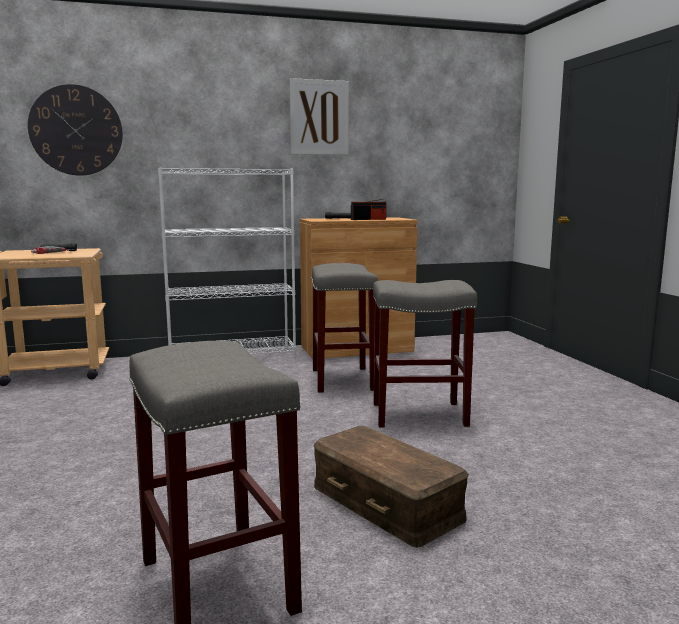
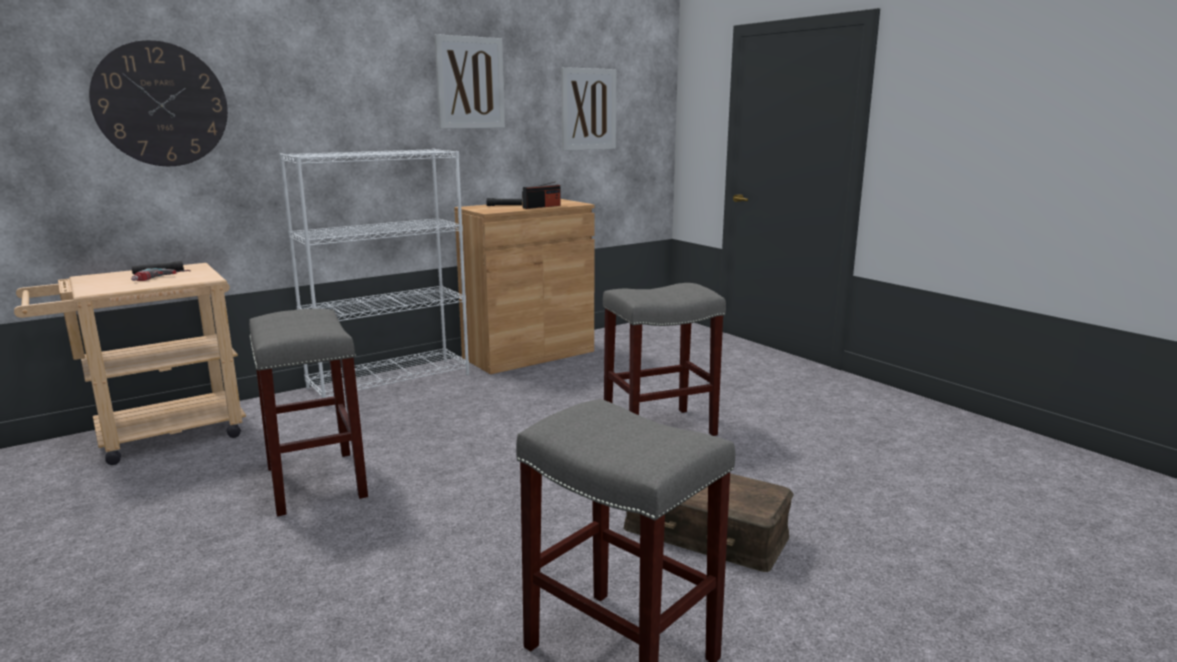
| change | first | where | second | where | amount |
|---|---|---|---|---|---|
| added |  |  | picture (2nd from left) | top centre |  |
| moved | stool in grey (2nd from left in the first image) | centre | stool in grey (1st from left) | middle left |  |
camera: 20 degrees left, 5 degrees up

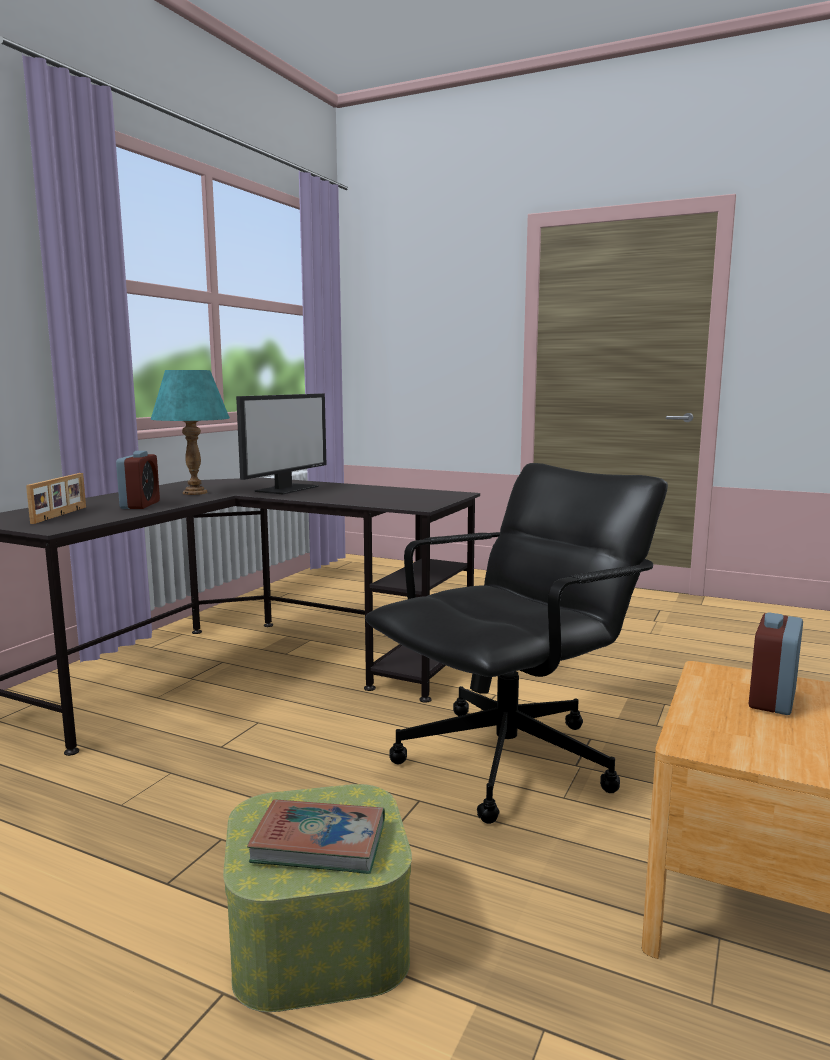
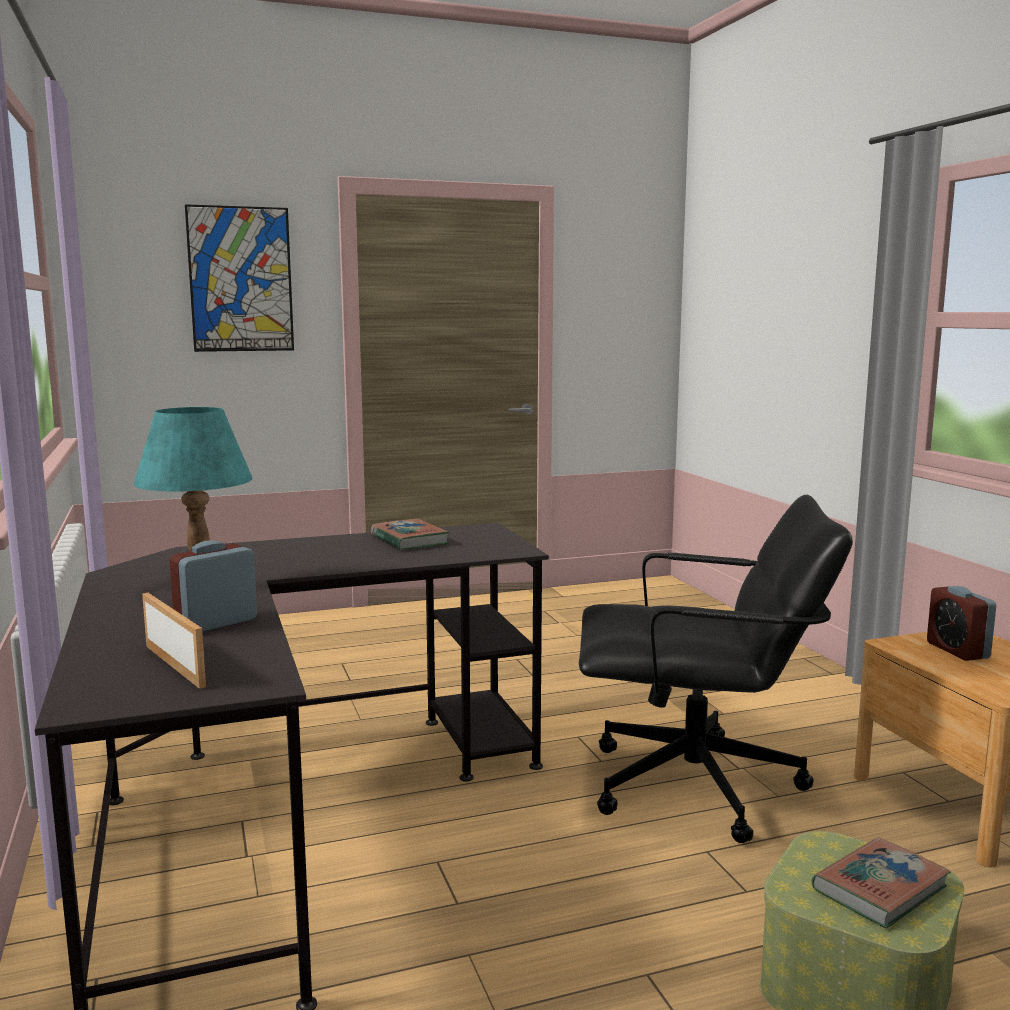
| change | first | where | second | where | amount |
|---|---|---|---|---|---|
| removed | monitor | centre |  |  |  |
| added |  |  | picture | top left |  |
| added |  |  | book (1st from left) | centre |  |
| turned | alarm clock (1st from left) | middle left |  | middle left | 90 degrees counterclockwise |
| turned | office chair in black | centre |  | middle right | 90 degrees clockwise |
camera: 45 degrees left, 0 degrees up

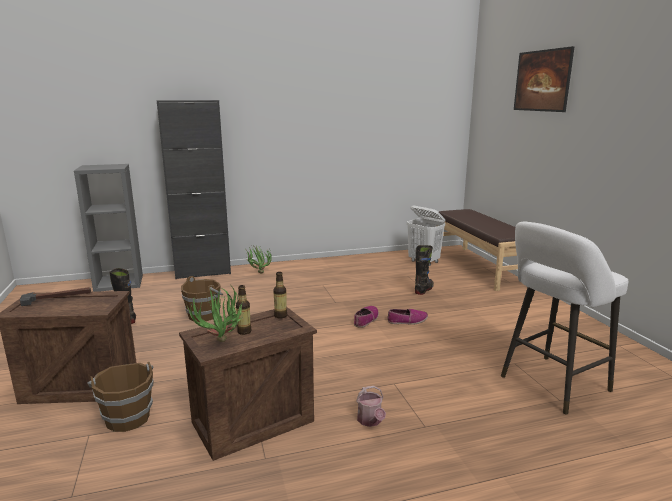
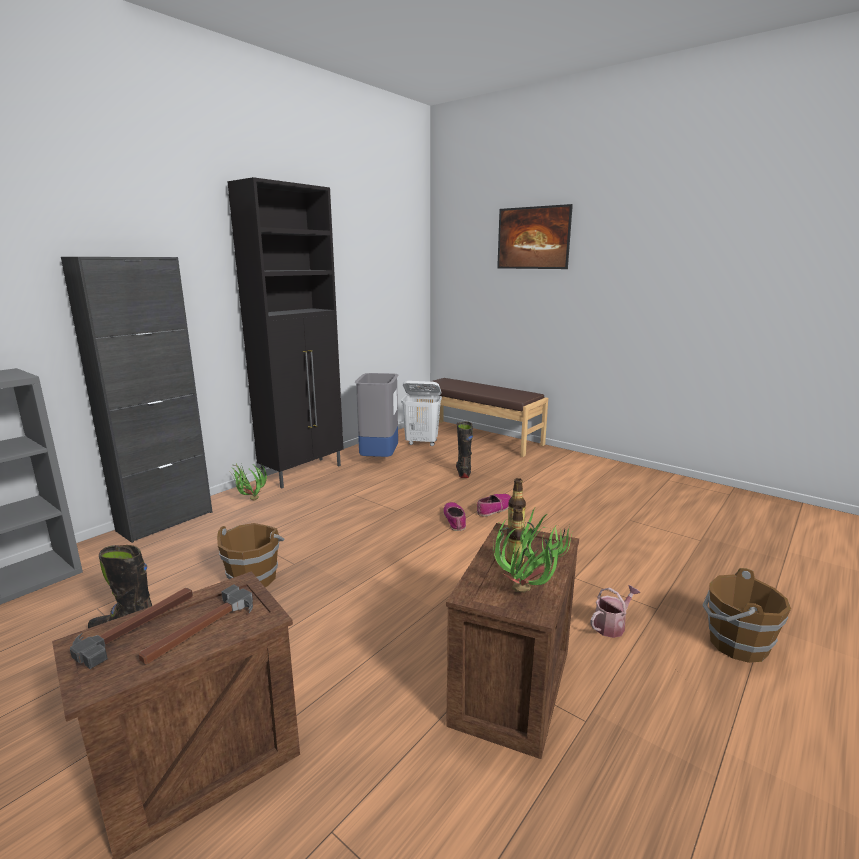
| change | first | where | second | where | amount |
|---|---|---|---|---|---|
| removed | stool in white | middle right |  |  |  |
| added |  |  | hammer (2nd from left) | bottom left |  |
| added |  |  | cabinet in black (2nd from left) | middle left |  |
| added |  |  | trash can in grey | centre |  |
| moved | bucket in brown (1st from left in the first image) | bottom left | bucket in brown (2nd from left) | bottom right |  |
| turned | watering can | bottom centre |  | bottom right | 75 degrees counterclockwise |
camera: 35 degrees left, 0 degrees up

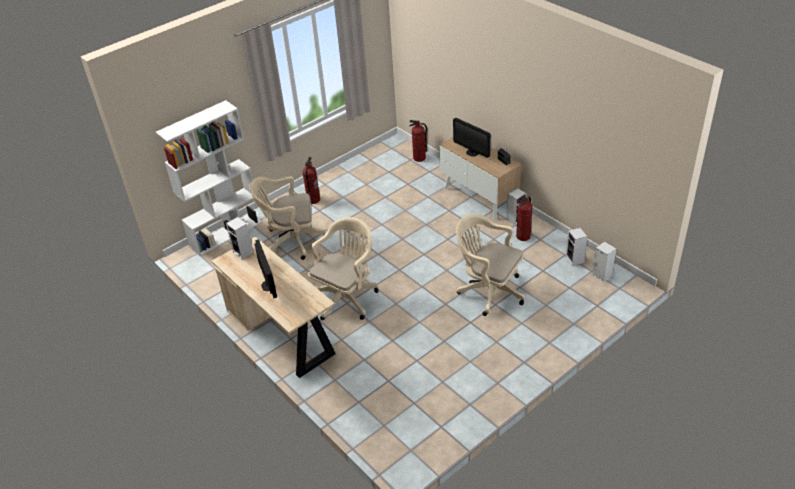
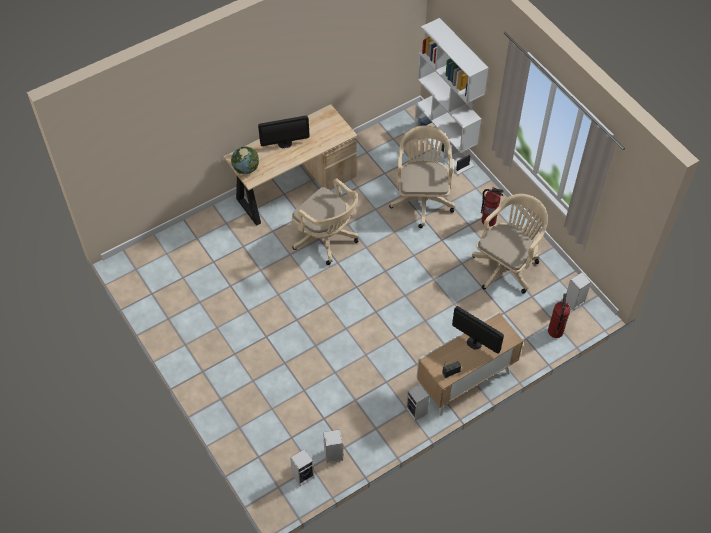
| change | first | where | second | where | amount |
|---|---|---|---|---|---|
| removed | fire extinguisher (3rd from left) | centre |  |  |  |
| added |  |  | globe | top centre |  |
| moved | speaker (1st from left in the first image) | middle left | speaker (4th from left) | middle right |  |
| moved | office chair in beige (3rd from left) | centre |  | middle right |  |
| turned | monitor (2nd from left) | top centre |  | middle right | 75 degrees clockwise |
camera: 95 degrees right, 15 degrees up

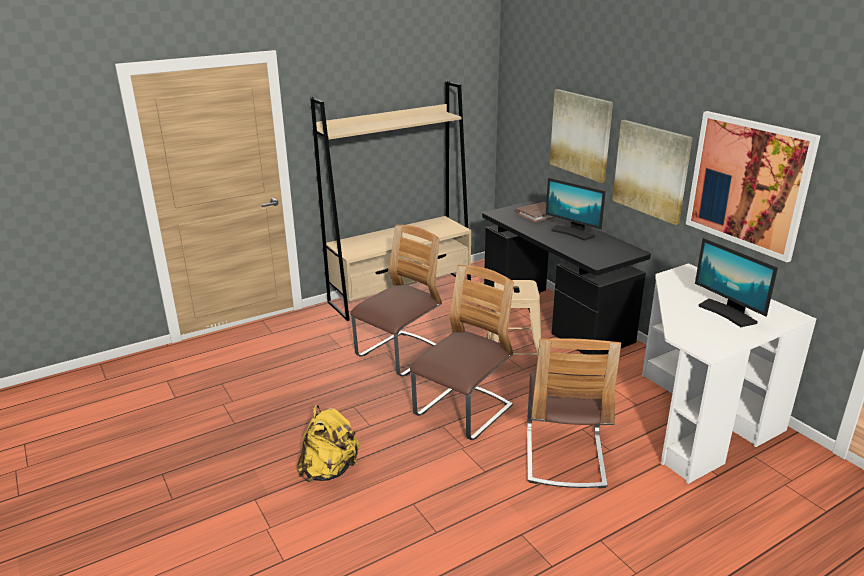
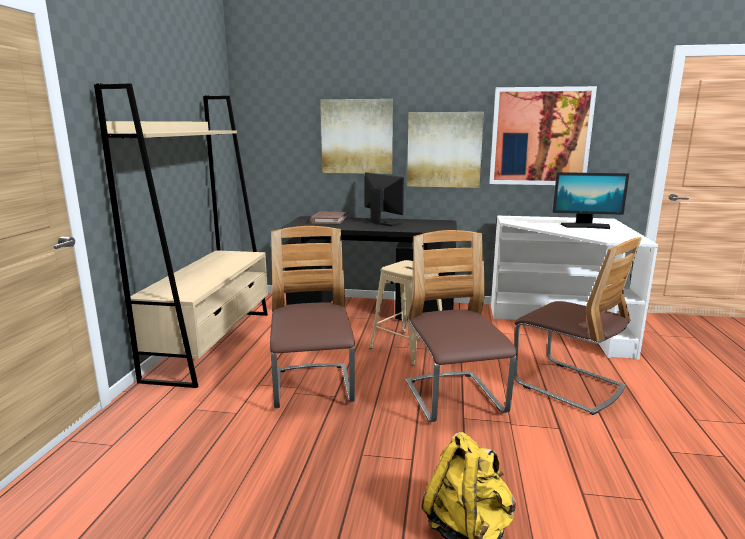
| change | first | where | second | where | amount |
|---|---|---|---|---|---|
| turned | monitor (1st from left) | middle right |  | centre | 120 degrees counterclockwise |
camera: 50 degrees left, 10 degrees down

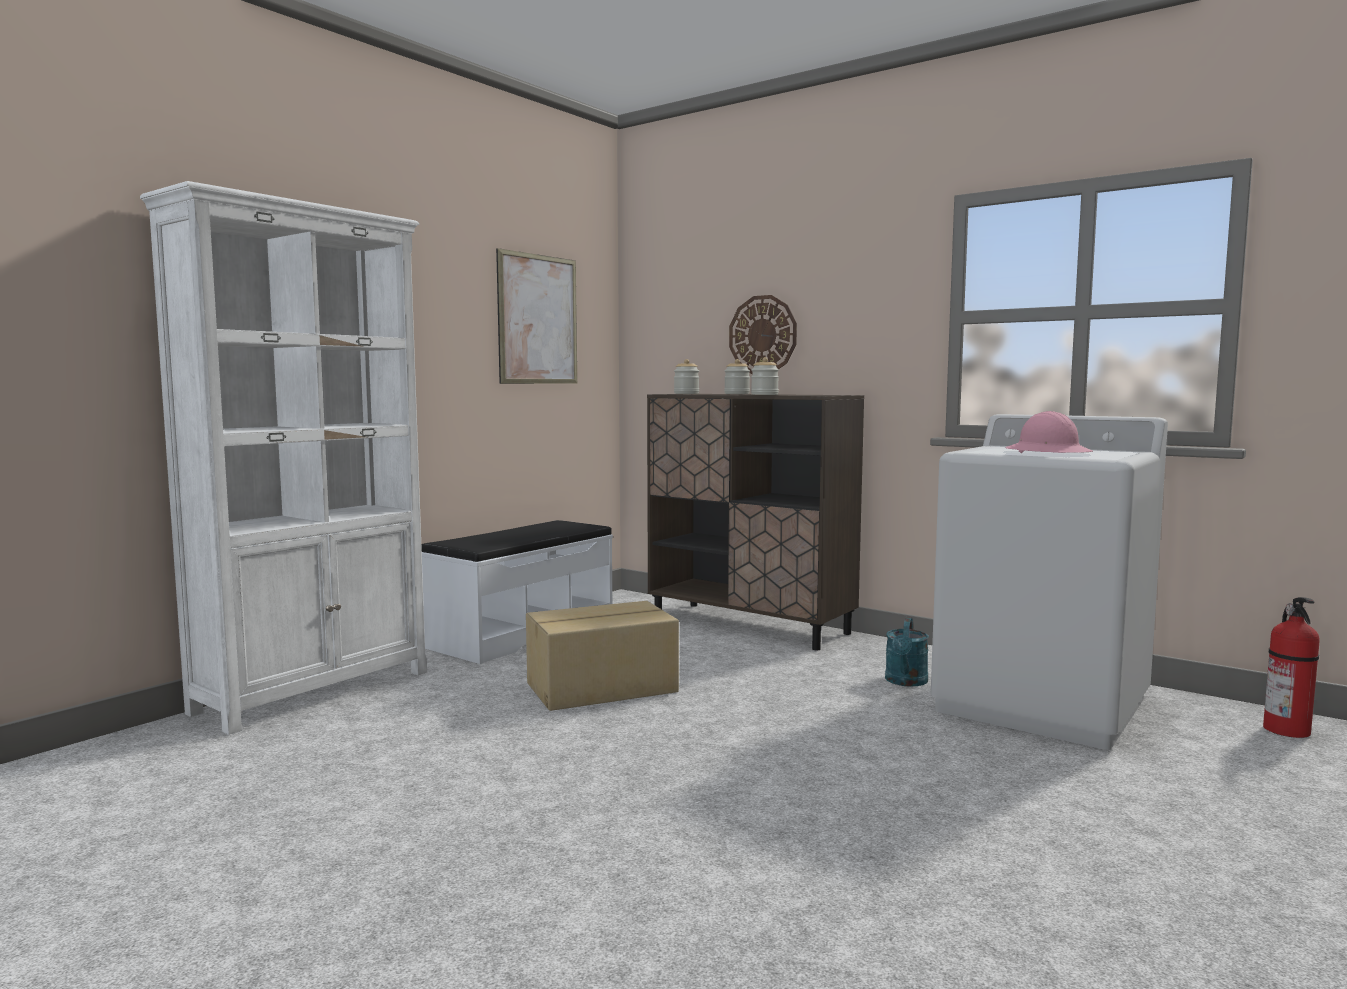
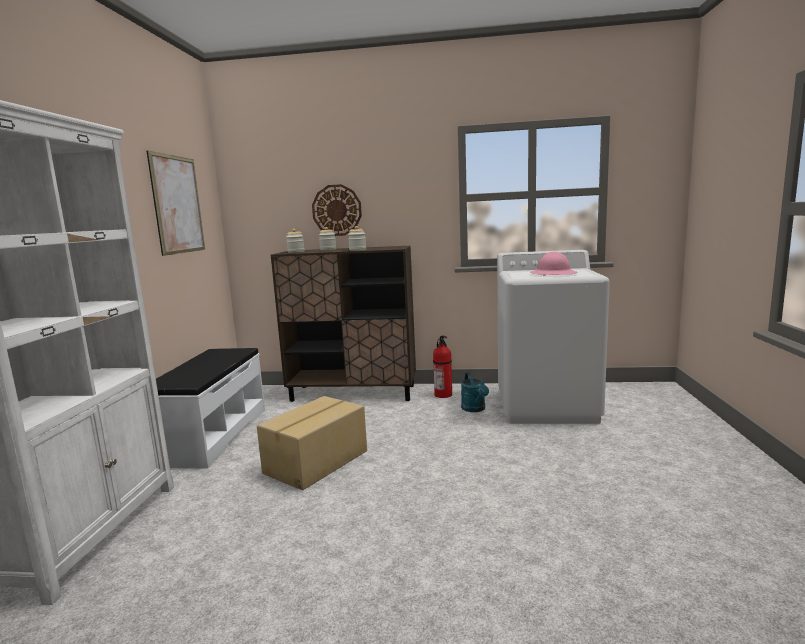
| change | first | where | second | where | amount |
|---|---|---|---|---|---|
| moved | fire extinguisher | bottom right |  | centre |  |
camera: 30 degrees left, 5 degrees up

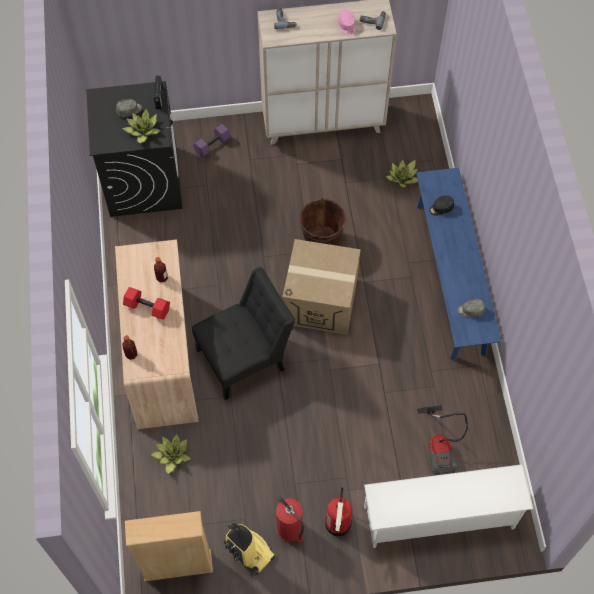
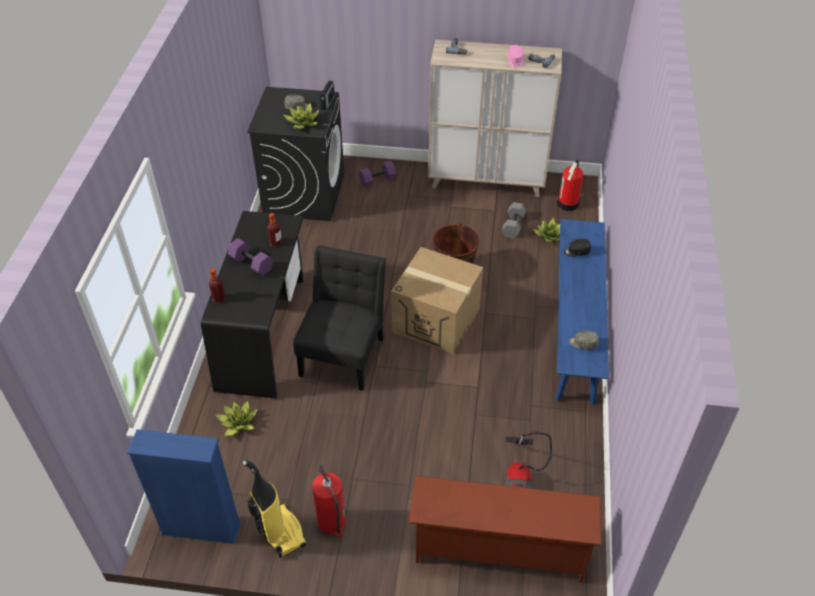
| change | first | where | second | where | amount |
|---|---|---|---|---|---|
| added |  |  | dumbbell in grey | centre |  |
| moved | fire extinguisher (2nd from left) | bottom centre |  | top right |  |
| recoloured | desk in beige | middle left | desk in black | middle left |  |
| recoloured | dumbbell in red | middle left | dumbbell in purple (1st from left) | middle left |  |
| recoloured | bookcase in beige | bottom left | bookcase in blue | bottom left |  |
| recoloured | shoe rack in white | bottom right | shoe rack in brown | bottom centre |  |
| turned | chair in black | centre |  | centre | 60 degrees counterclockwise |
camera: 15 degrees right, 15 degrees down

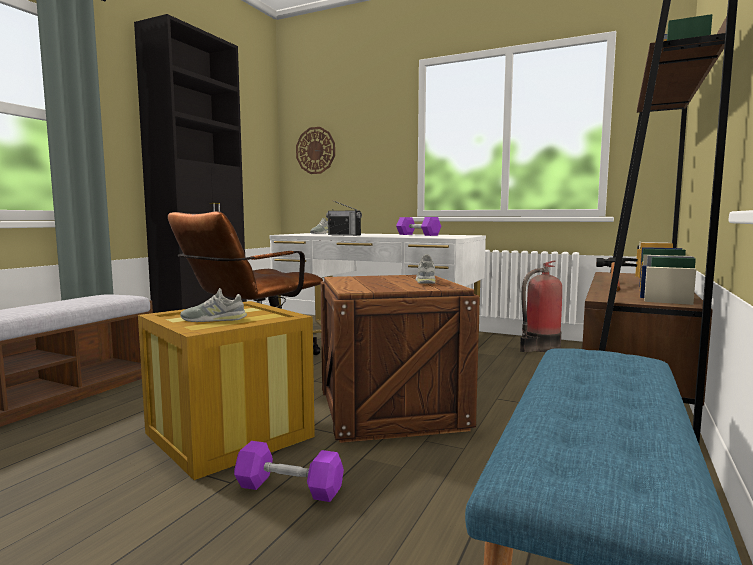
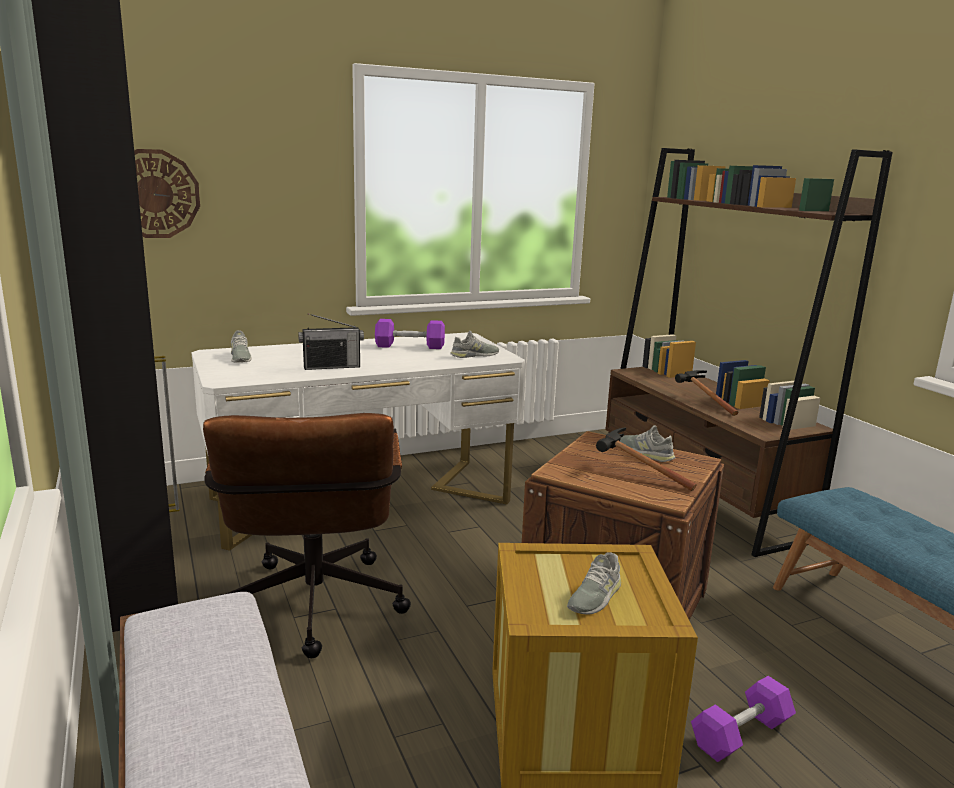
| change | first | where | second | where | amount |
|---|---|---|---|---|---|
| removed | fire extinguisher | middle right |  |  |  |
| added |  |  | shoe in grey (2nd from left) | centre |  |
| added |  |  | hammer (1st from left) | middle right |  |
camera: 50 degrees left, 10 degrees up

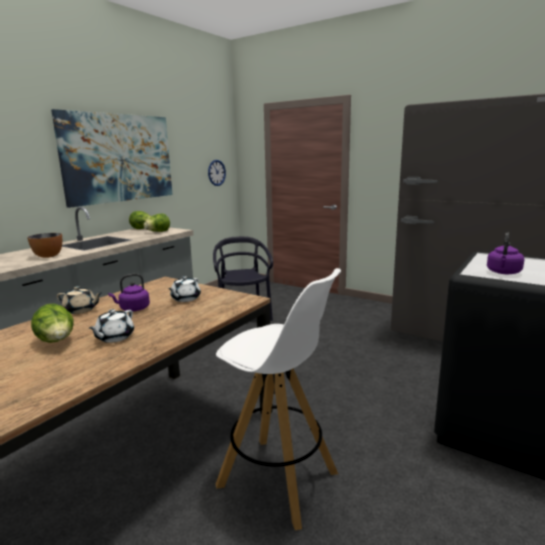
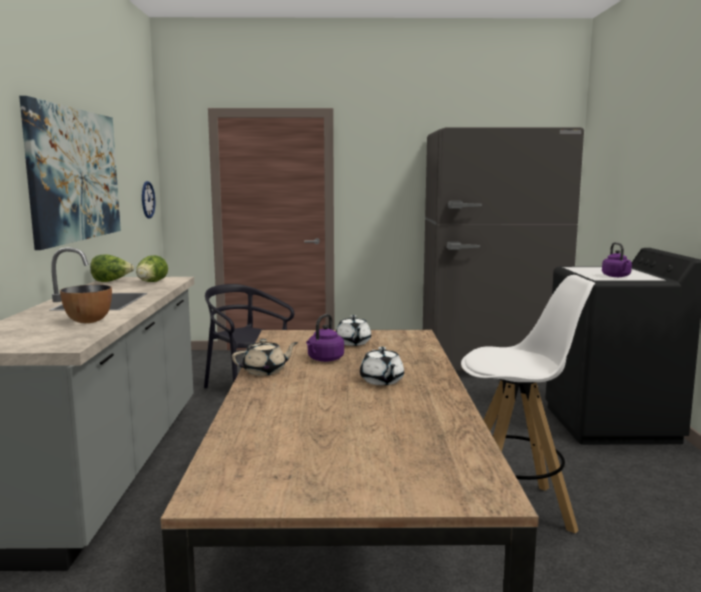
| change | first | where | second | where | amount |
|---|---|---|---|---|---|
| removed | lettuce (1st from left) | middle left |  |  |  |
camera: 35 degrees left, 5 degrees down

